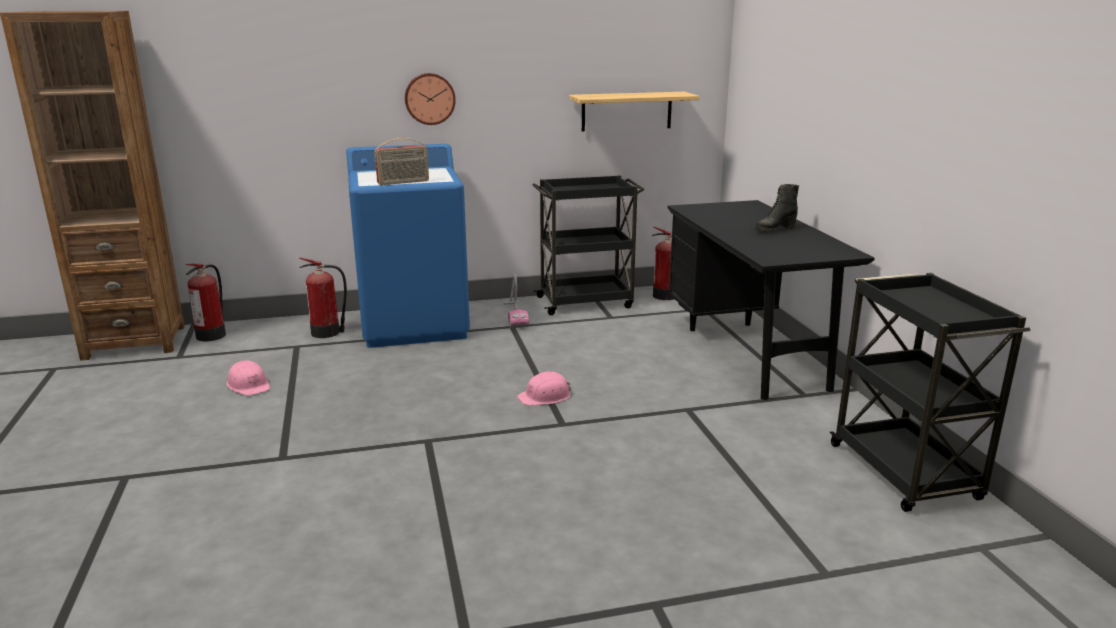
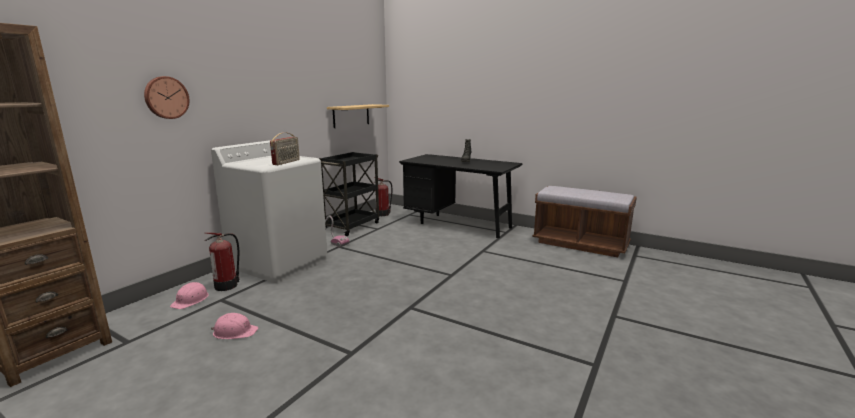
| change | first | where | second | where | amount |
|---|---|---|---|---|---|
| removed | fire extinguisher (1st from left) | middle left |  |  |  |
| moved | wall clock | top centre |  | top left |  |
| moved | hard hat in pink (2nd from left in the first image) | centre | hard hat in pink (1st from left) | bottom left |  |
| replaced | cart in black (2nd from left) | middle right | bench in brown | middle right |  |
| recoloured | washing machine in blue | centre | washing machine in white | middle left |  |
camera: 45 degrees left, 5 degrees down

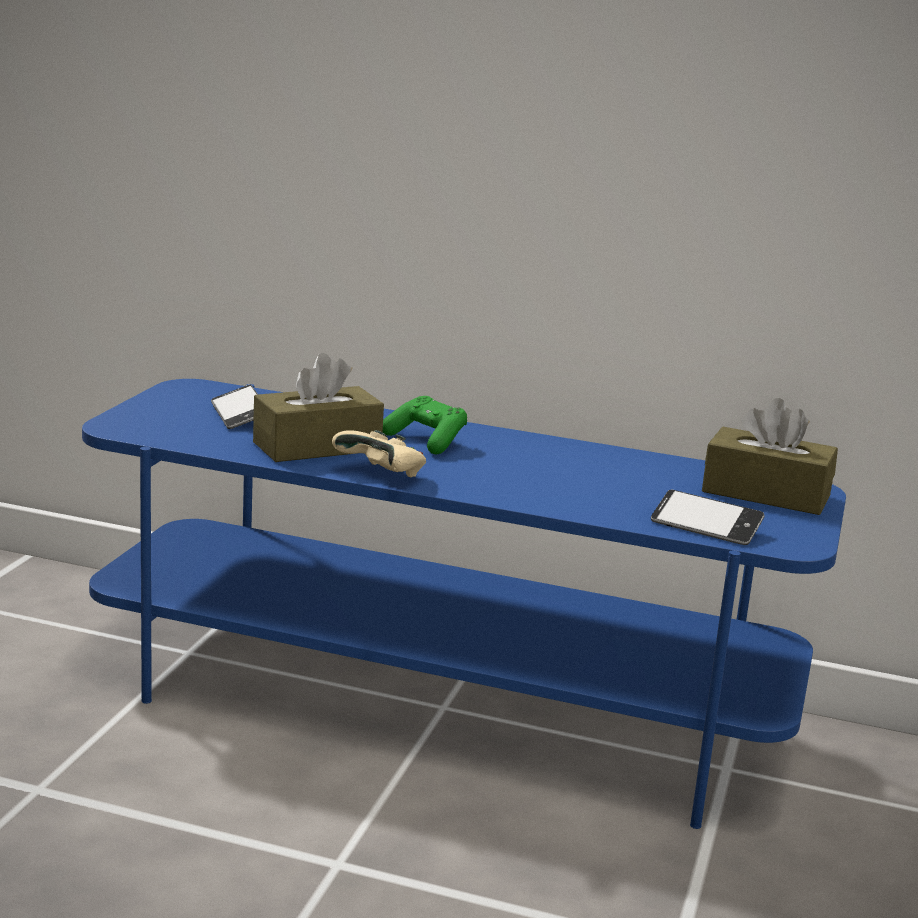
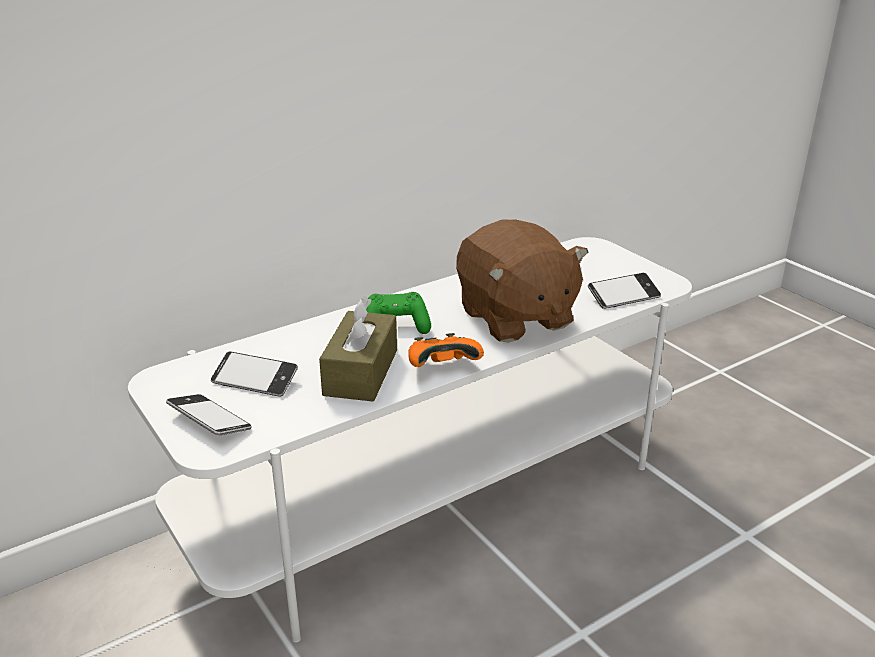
| change | first | where | second | where | amount |
|---|---|---|---|---|---|
| removed | tissue box in brown (2nd from left) | middle right |  |  |  |
| added |  |  | phone (1st from left) | middle left |  |
| added |  |  | plush toy in brown | centre |  |
| recoloured | tv stand in blue | centre | tv stand in white | bottom centre |  |
| recoloured | game controller in beige | centre | game controller in orange | centre |  |
camera: 50 degrees left, 10 degrees up

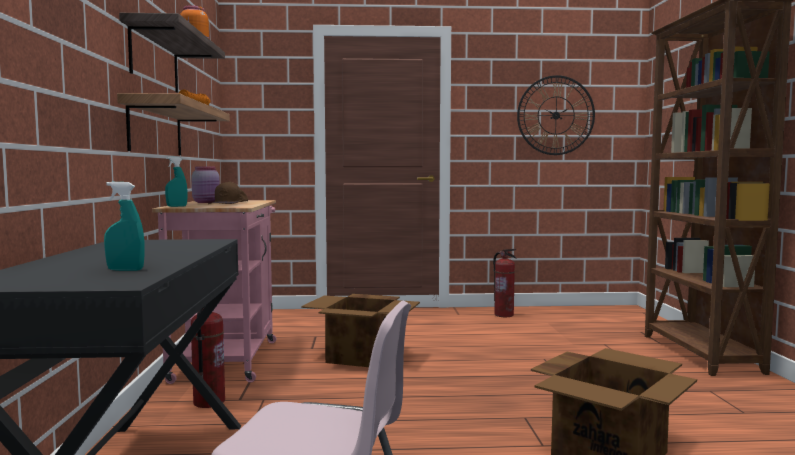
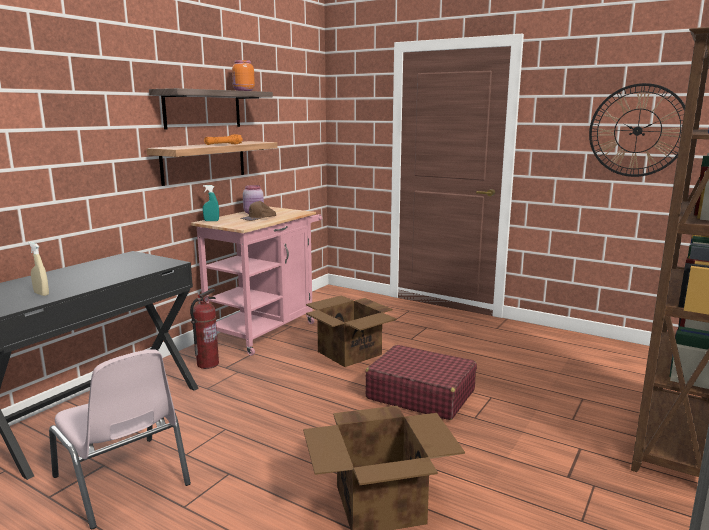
| change | first | where | second | where | amount |
|---|---|---|---|---|---|
| removed | fire extinguisher (2nd from left) | centre |  |  |  |
| added |  |  | suitcase in red | bottom centre |  |
| recoloured | spray bottle in turquoise (1st from left) | middle left | spray bottle in beige | middle left |  |
camera: 35 degrees right, 10 degrees up

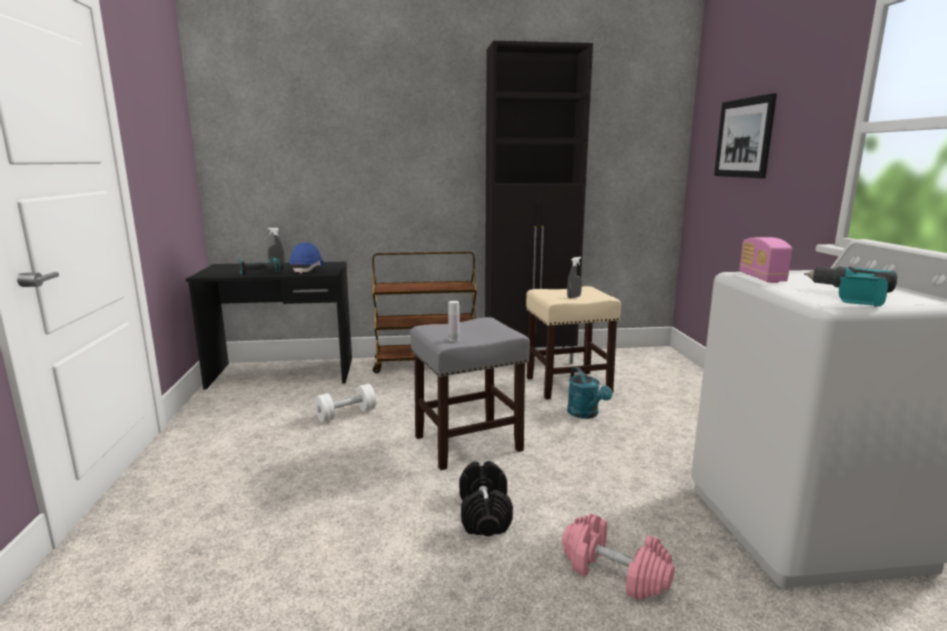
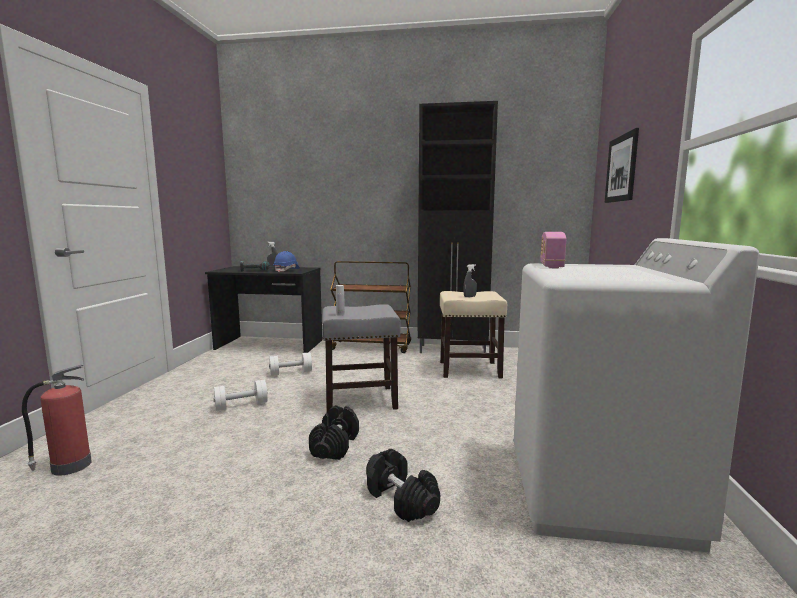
| change | first | where | second | where | amount |
|---|---|---|---|---|---|
| removed | watering can in turquoise | centre |  |  |  |
| removed | power drill (2nd from left) | middle right |  |  |  |
| added |  |  | fire extinguisher | bottom left |  |
| added |  |  | dumbbell in white (1st from left) | middle left |  |
| recoloured | dumbbell in pink | bottom centre | dumbbell in black (2nd from left) | bottom centre |  |
camera: 15 degrees right, 5 degrees down

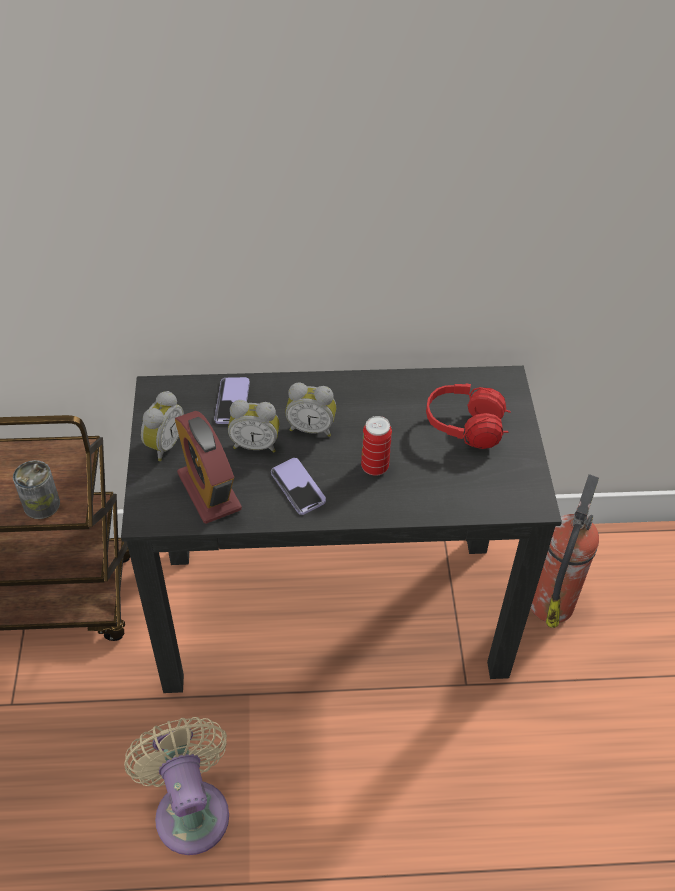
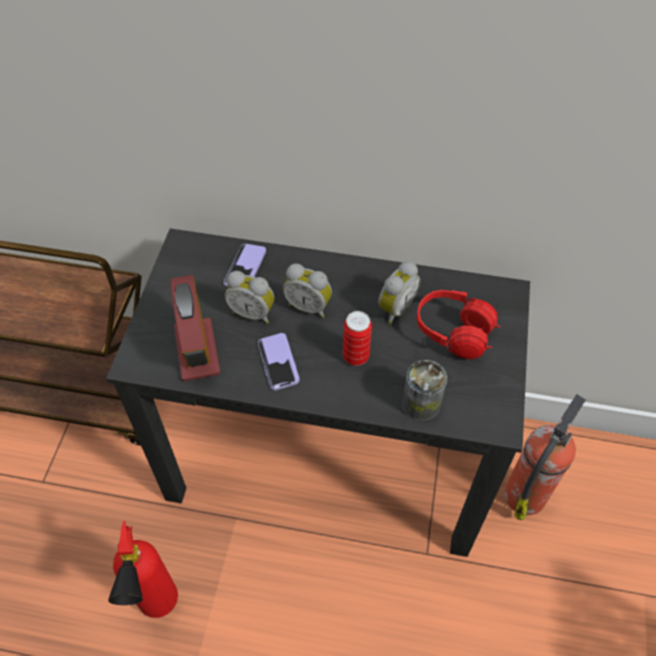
| change | first | where | second | where | amount |
|---|---|---|---|---|---|
| moved | can (1st from left in the first image) | middle left | can (2nd from left) | centre |  |
| moved | alarm clock (1st from left in the first image) | middle left | alarm clock (4th from left) | centre |  |
| replaced | fan in beige | bottom left | fire extinguisher (1st from left) | bottom left |  |
camera: 15 degrees right, 5 degrees up

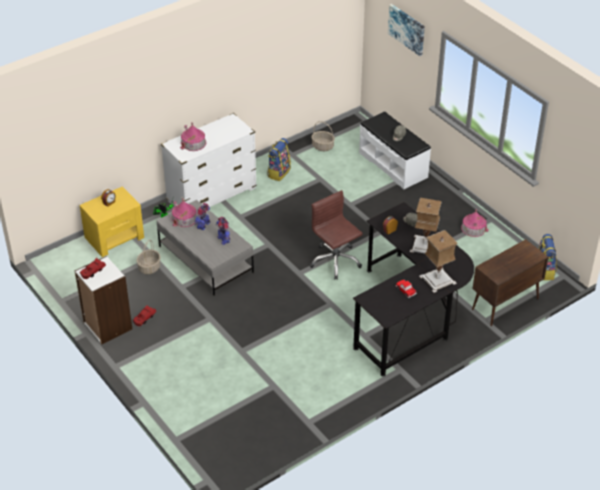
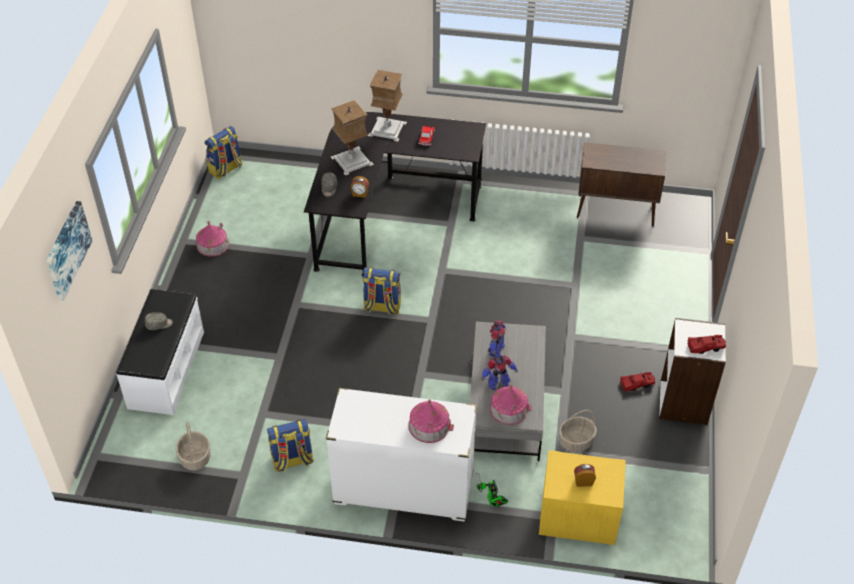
| change | first | where | second | where | amount |
|---|---|---|---|---|---|
| moved | cabinet in brown | middle right |  | top right |  |
| replaced | office chair in brown | centre | backpack (3rd from left) | centre |  |
camera: 135 degrees left, 5 degrees up

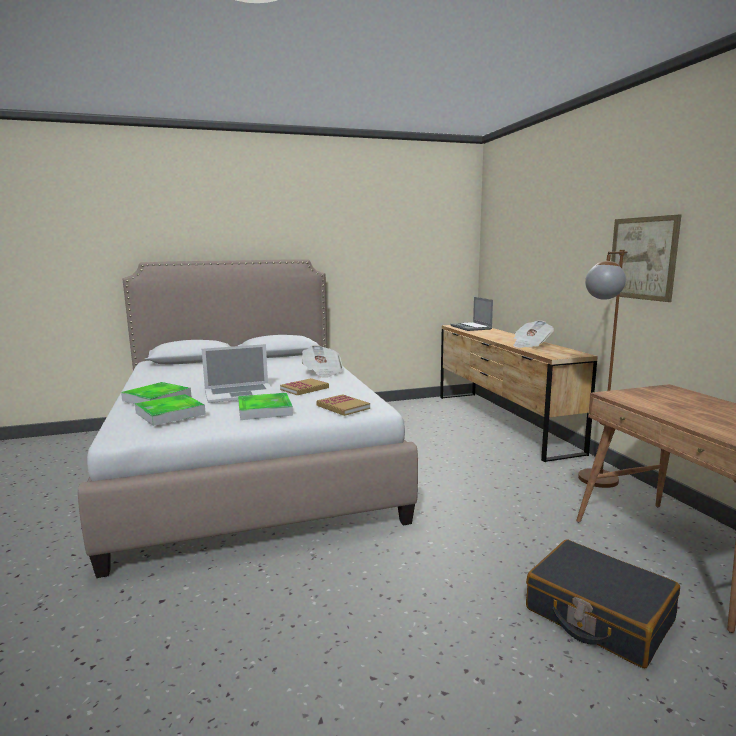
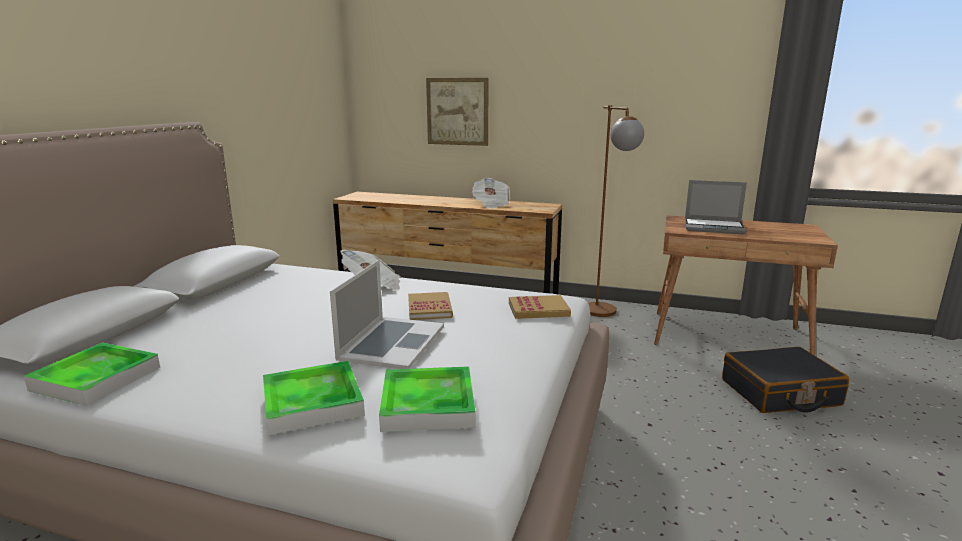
| change | first | where | second | where | amount |
|---|---|---|---|---|---|
| moved | tray (3rd from left in the first image) | centre | tray (1st from left) | bottom left |  |
| moved | laptop (2nd from left) | centre |  | middle right |  |
| moved | picture | middle right |  | top centre |  |
camera: 55 degrees left, 5 degrees up

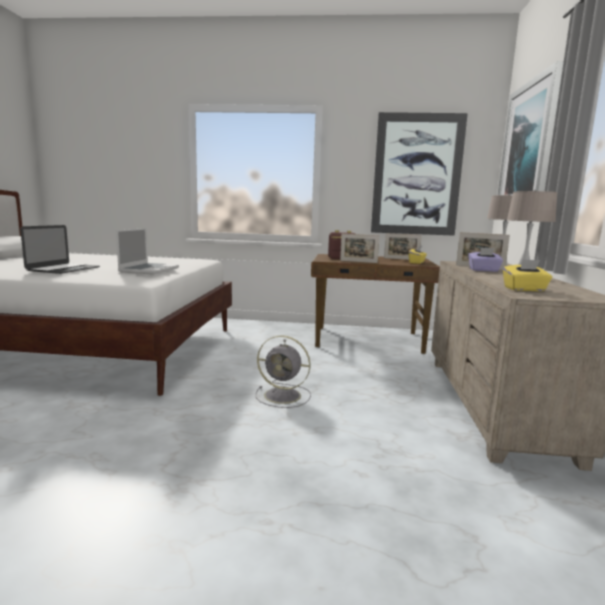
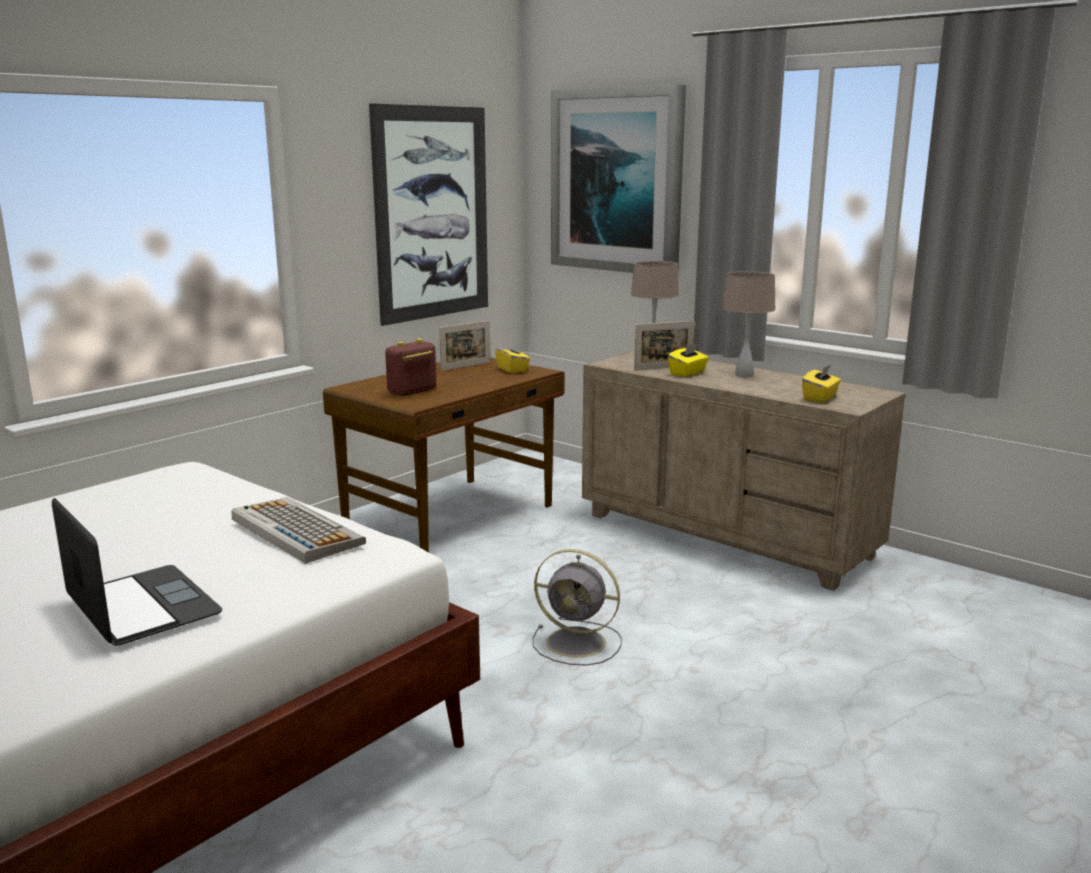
| change | first | where | second | where | amount |
|---|---|---|---|---|---|
| removed | picture frame (1st from left) | centre |  |  |  |
| replaced | laptop (2nd from left) | middle left | keyboard | middle left |  |
| recoloured | tissue box in purple | middle right | tissue box in yellow (2nd from left) | centre |  |
| turned | fan in grey | centre |  | bottom centre | 60 degrees clockwise |
camera: 55 degrees left, 5 degrees up

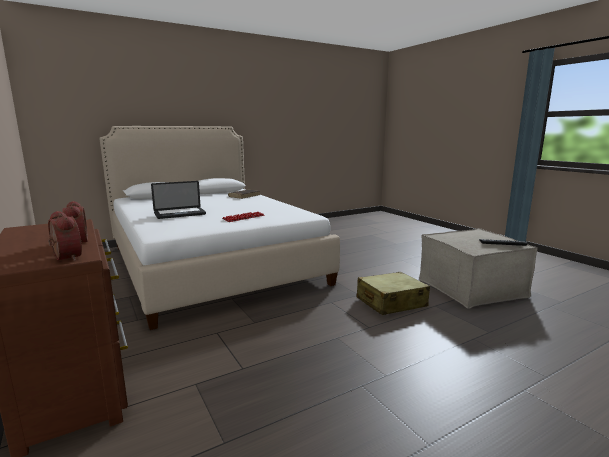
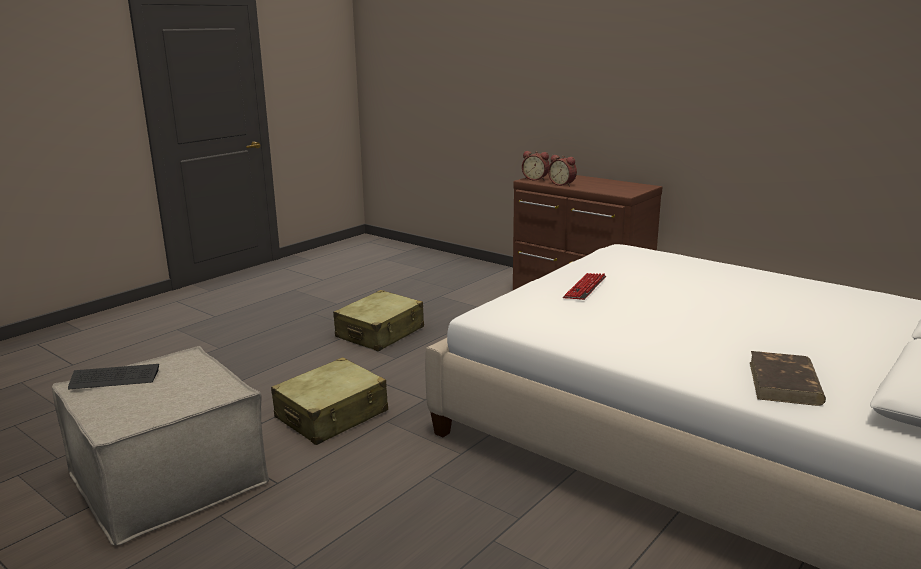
| change | first | where | second | where | amount |
|---|---|---|---|---|---|
| removed | laptop | middle left |  |  |  |
| added |  |  | suitcase in beige (2nd from left) | centre |  |
camera: 160 degrees right, 5 degrees up

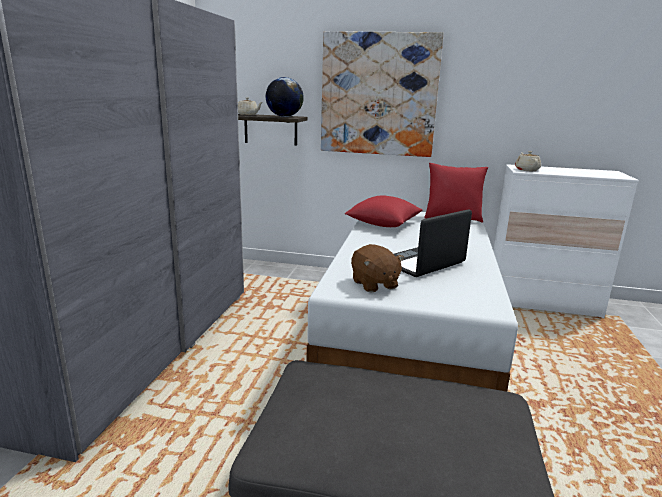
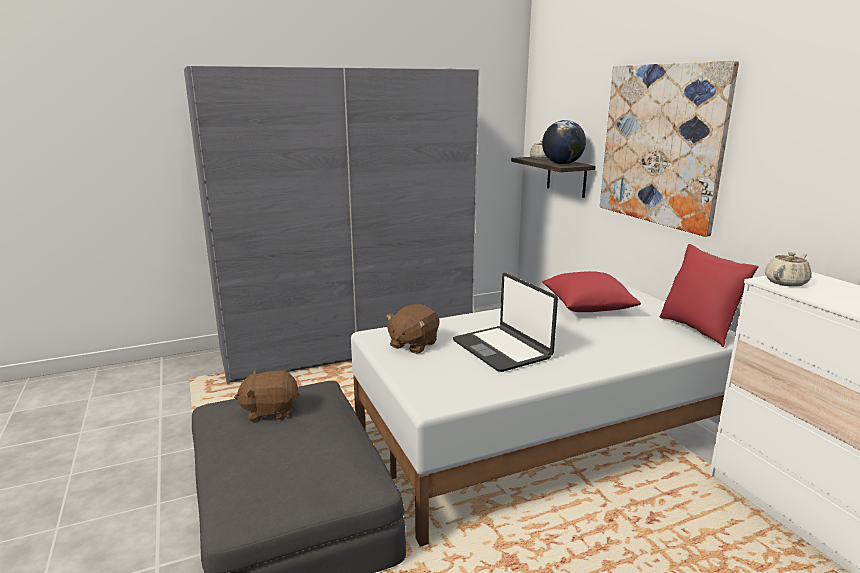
| change | first | where | second | where | amount |
|---|---|---|---|---|---|
| added |  |  | plush toy in brown (1st from left) | bottom left |  |
| turned | laptop | centre |  | centre | 135 degrees counterclockwise |
camera: 55 degrees right, 0 degrees up

